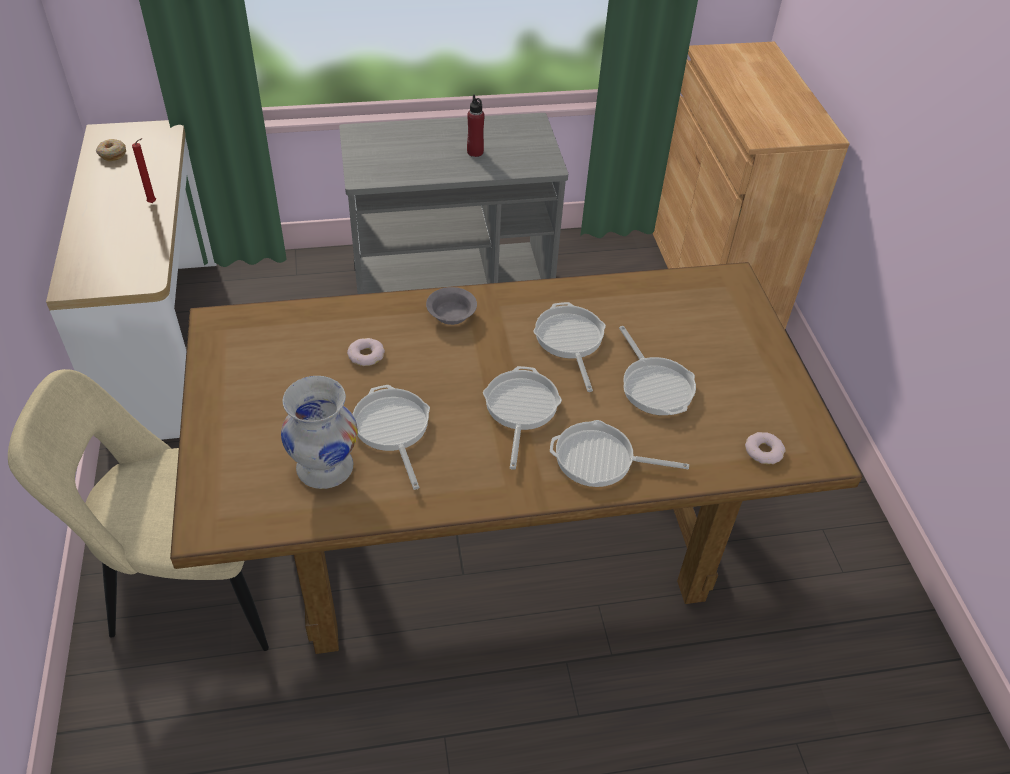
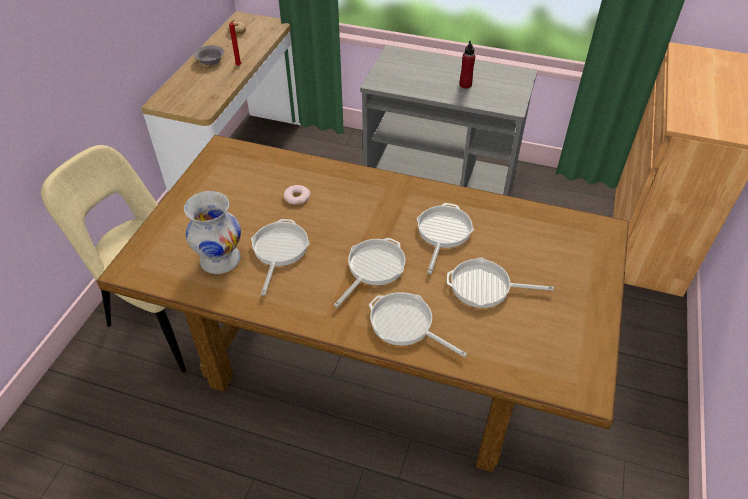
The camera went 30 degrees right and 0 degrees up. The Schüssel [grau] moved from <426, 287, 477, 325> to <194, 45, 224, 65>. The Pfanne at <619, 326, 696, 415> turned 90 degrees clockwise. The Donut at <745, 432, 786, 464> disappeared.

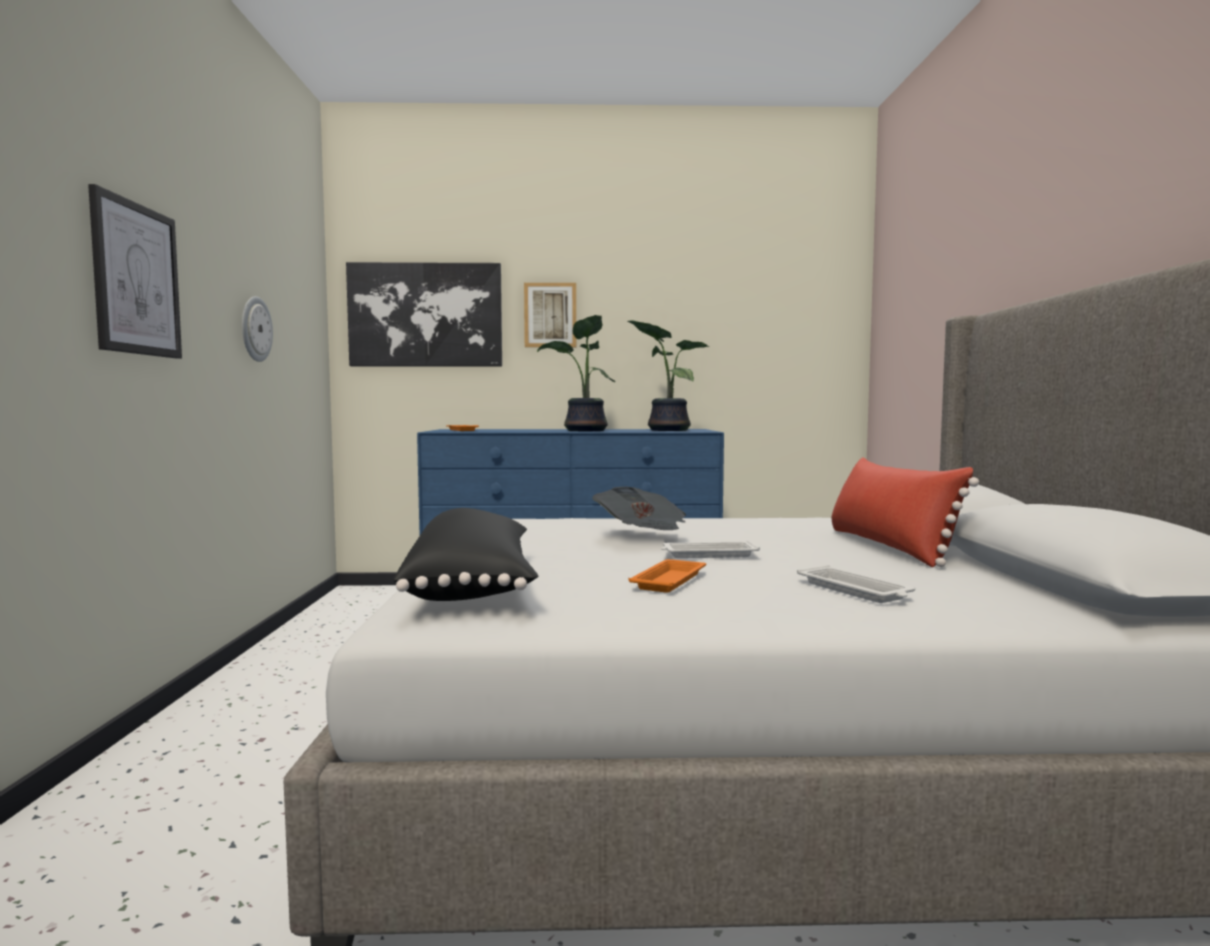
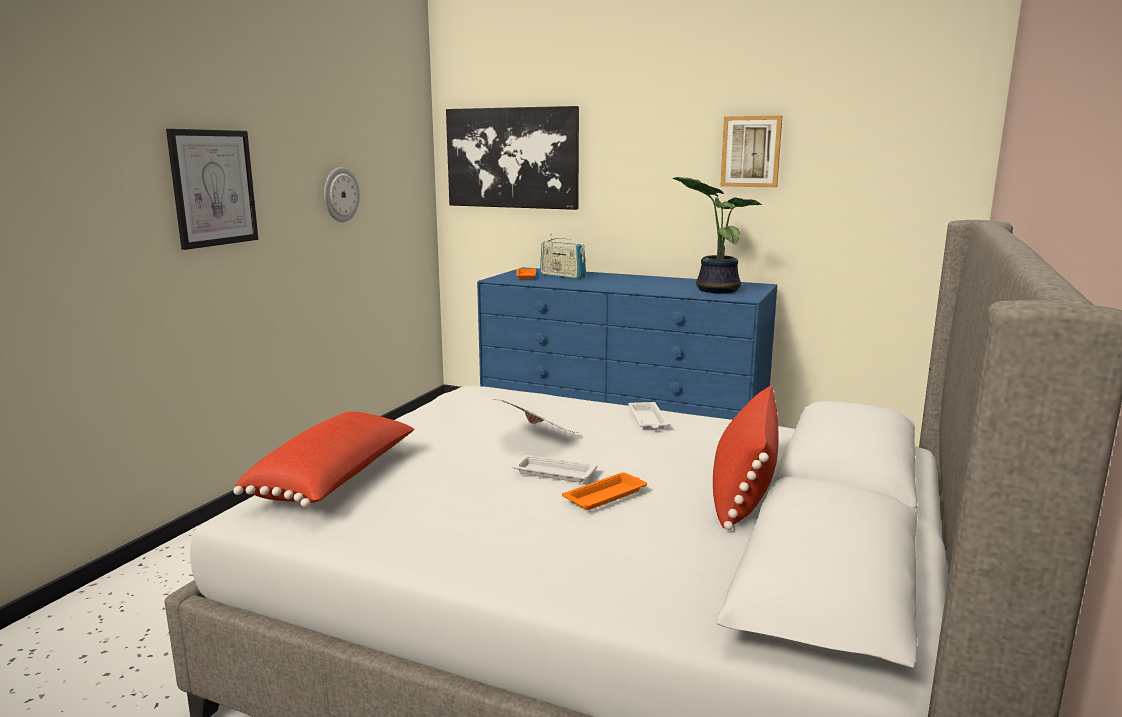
The camera went 25 degrees right and 10 degrees up. The Kissen [schwarz] at <393, 508, 538, 601> became the Kissen [rot] at <233, 411, 415, 508>. The Bild moved from <524, 283, 576, 347> to <720, 115, 782, 187>. The Topfpflanze at <537, 315, 615, 431> disappeared. The Tablett [orange] moved from <629, 559, 706, 593> to <562, 473, 647, 510>. The Tablett [weiß] moved from <797, 565, 915, 603> to <628, 402, 669, 430>. The Radio at <540, 238, 586, 279> appeared.

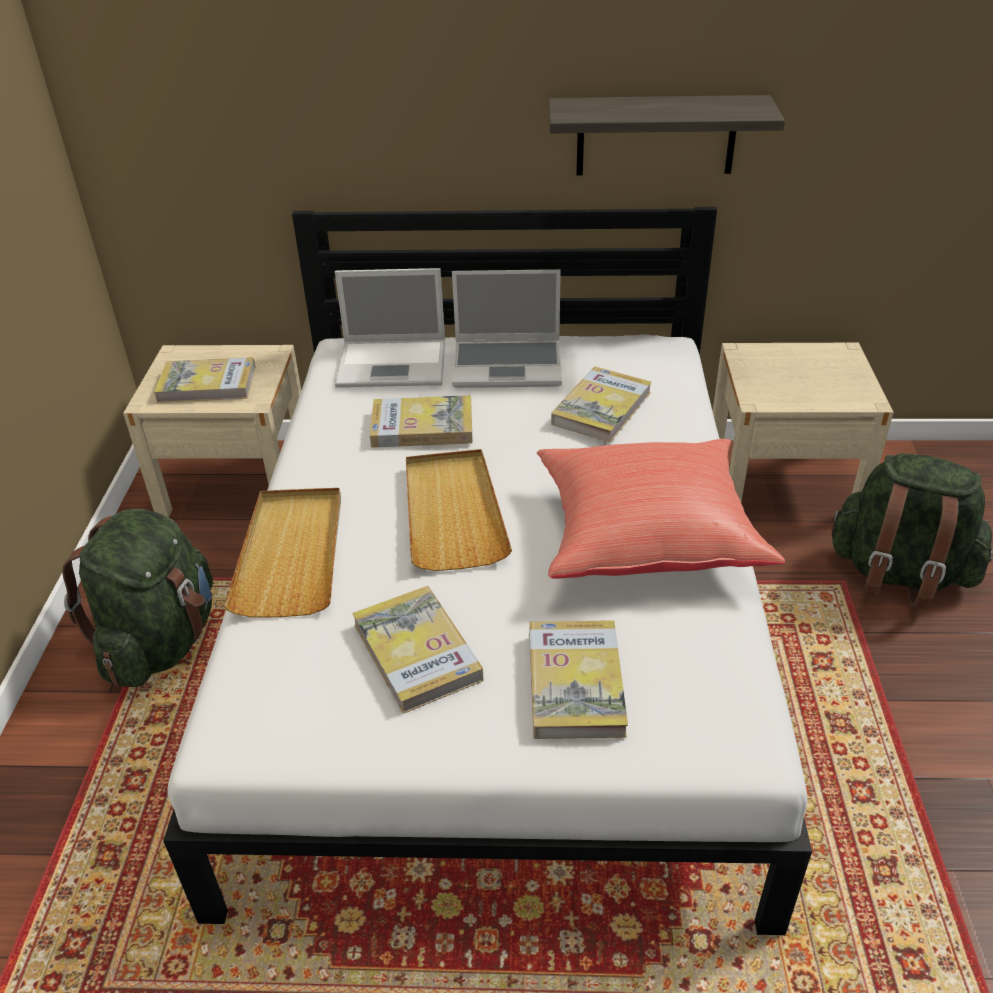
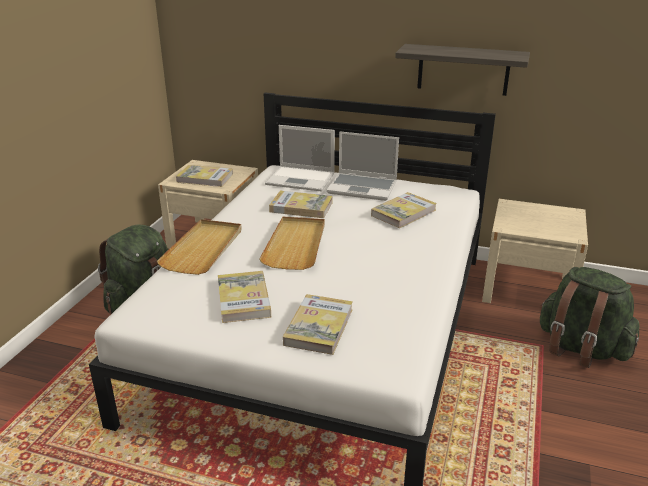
The camera went 15 degrees right and 10 degrees down. The Kissen [rot] at <537, 439, 785, 579> disappeared.

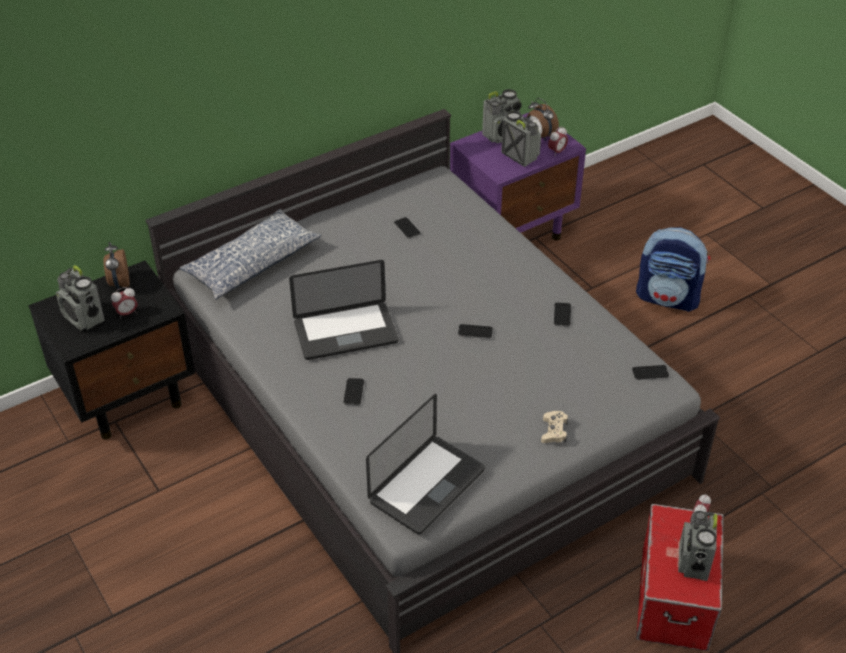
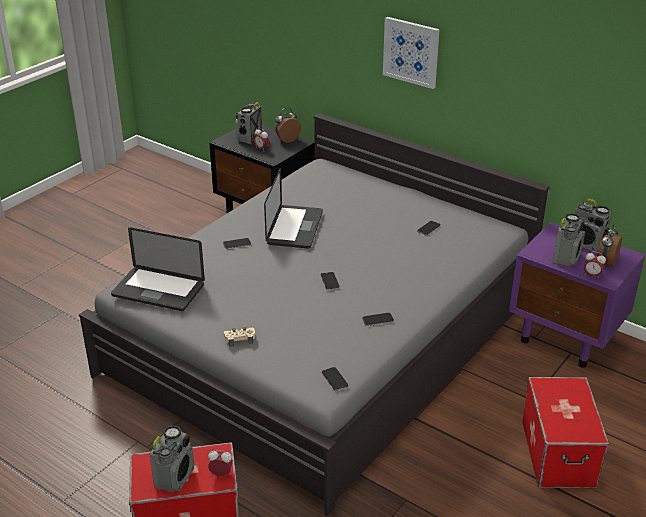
The camera went 70 degrees right and 10 degrees down. The Kissen at <180, 209, 322, 300> disappeared. The Laptop at <289, 260, 398, 360> turned 135 degrees counterclockwise. The Rucksack at <636, 227, 710, 312> was replaced by the Aufbewahrungsbox at <522, 377, 609, 488>. The Radio at <678, 511, 717, 581> turned 120 degrees clockwise. The Bild at <383, 17, 440, 89> appeared.

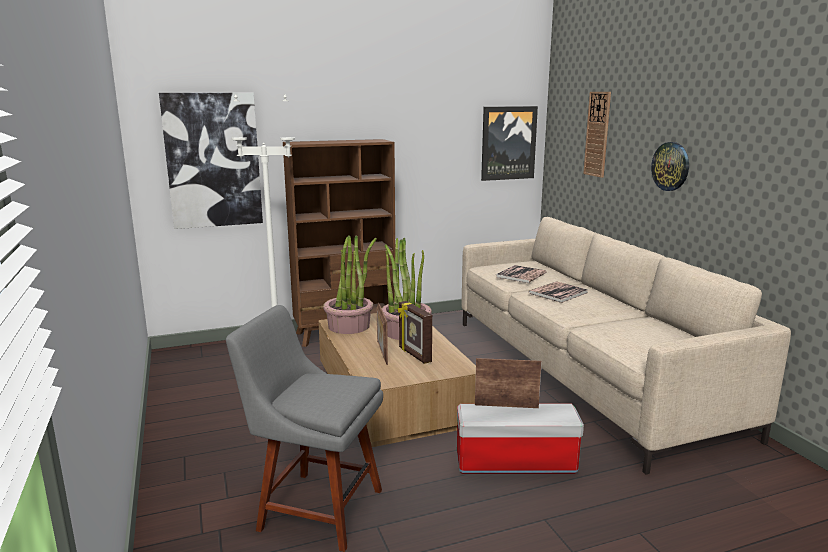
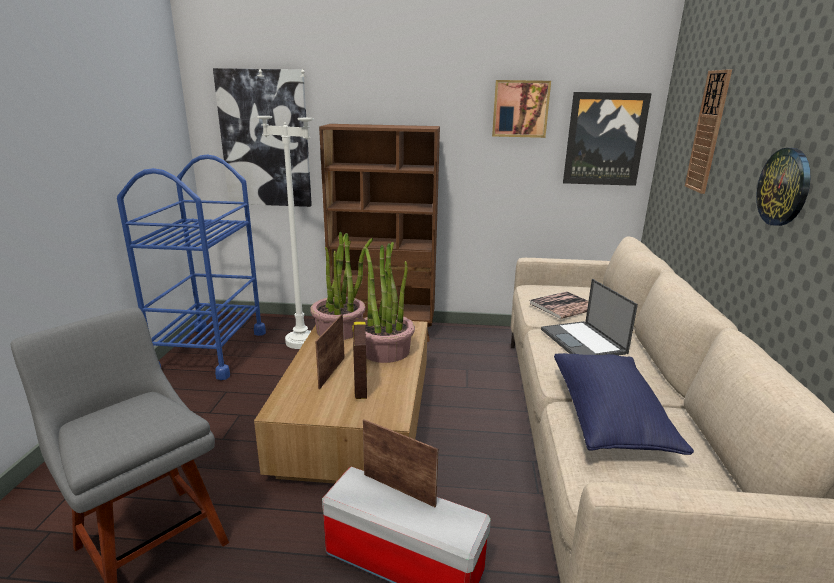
The camera went 25 degrees right and 5 degrees up. The Buch at <529, 281, 588, 303> was replaced by the Laptop at <541, 279, 638, 356>. The Rollwagen [blau] at <117, 155, 266, 380> appeared. The Bild at <492, 80, 551, 138> appeared. The Kissen [blau] at <554, 353, 694, 455> appeared.

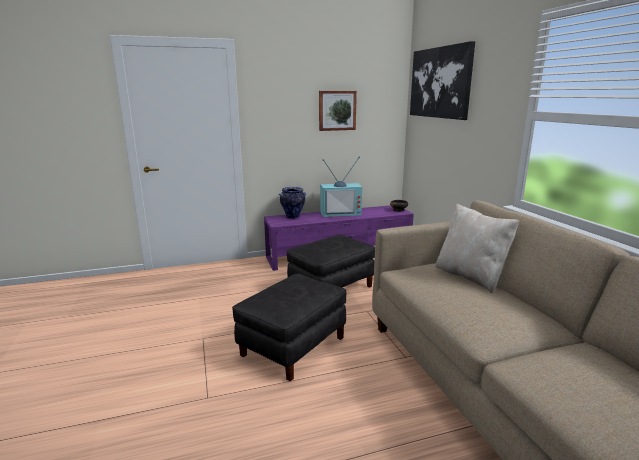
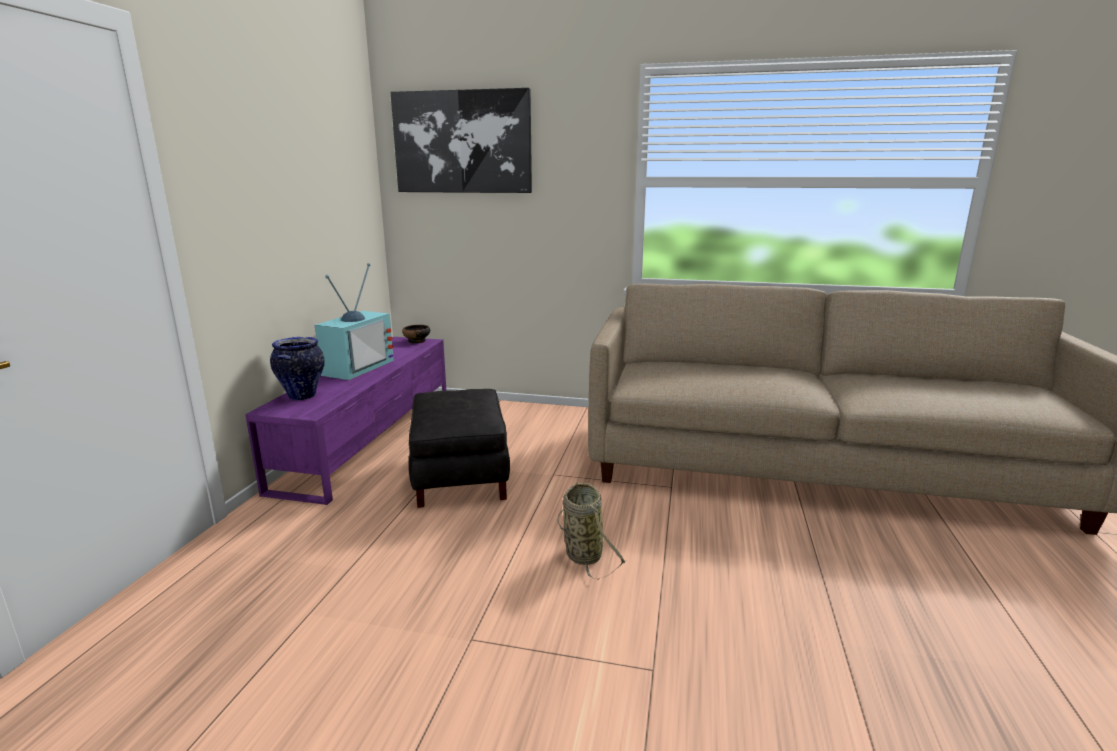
The camera went 60 degrees left and 0 degrees up. The Polsterhocker [schwarz] at <232, 273, 346, 381> was replaced by the Korb at <557, 483, 626, 580>. The Bild at <319, 91, 357, 131> disappeared. The Kissen [beige] at <435, 204, 519, 293> disappeared.

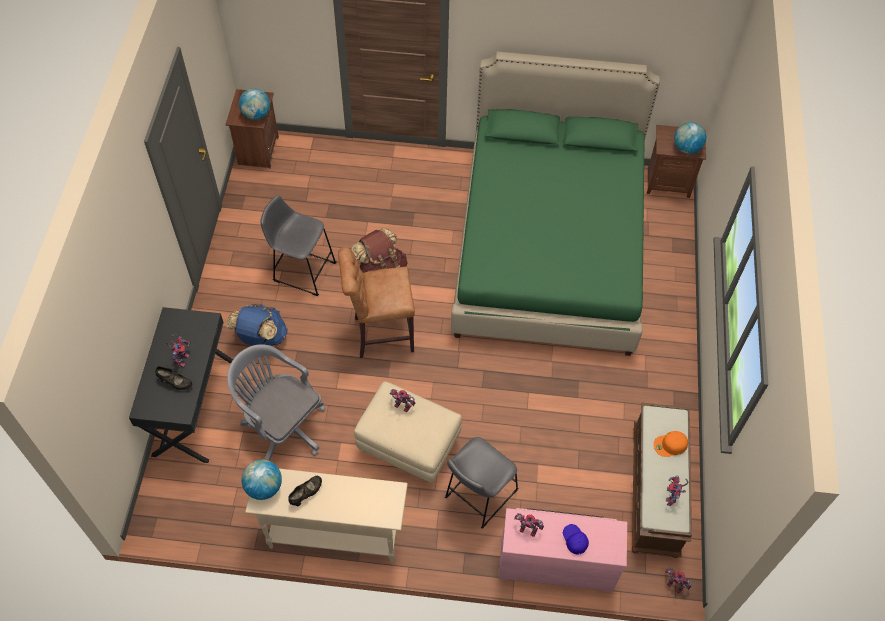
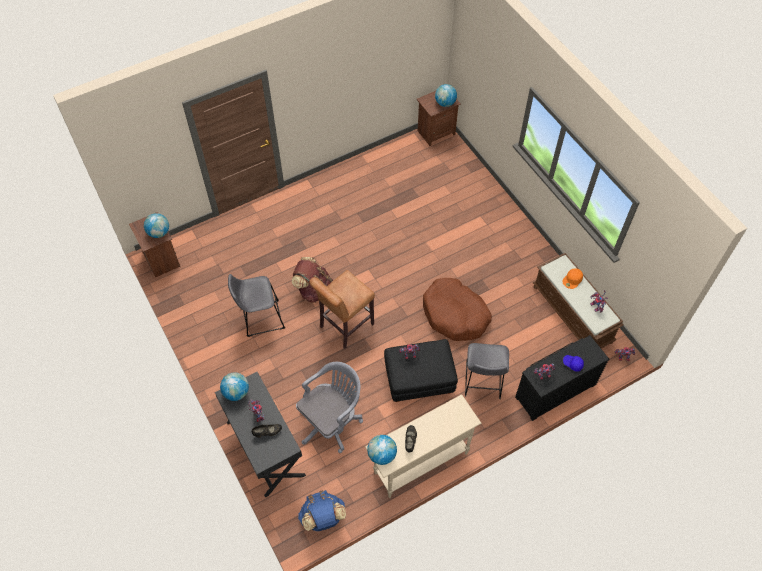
The camera went 35 degrees left and 0 degrees up. The Rucksack [blau] moved from <226, 304, 288, 346> to <298, 490, 346, 531>. The Bürostuhl [grau] at <227, 344, 325, 461> turned 135 degrees clockwise. The Polsterhocker [beige] at <354, 381, 462, 483> became the Polsterhocker [schwarz] at <384, 339, 458, 402>. The Bett [grün] at <451, 51, 660, 356> disappeared. The Kommode [rosa] at <498, 508, 627, 592> became the Kommode [schwarz] at <515, 335, 609, 421>. The Globus at <220, 373, 249, 401> appeared. The Hundebett [braun] at <423, 278, 492, 341> appeared.

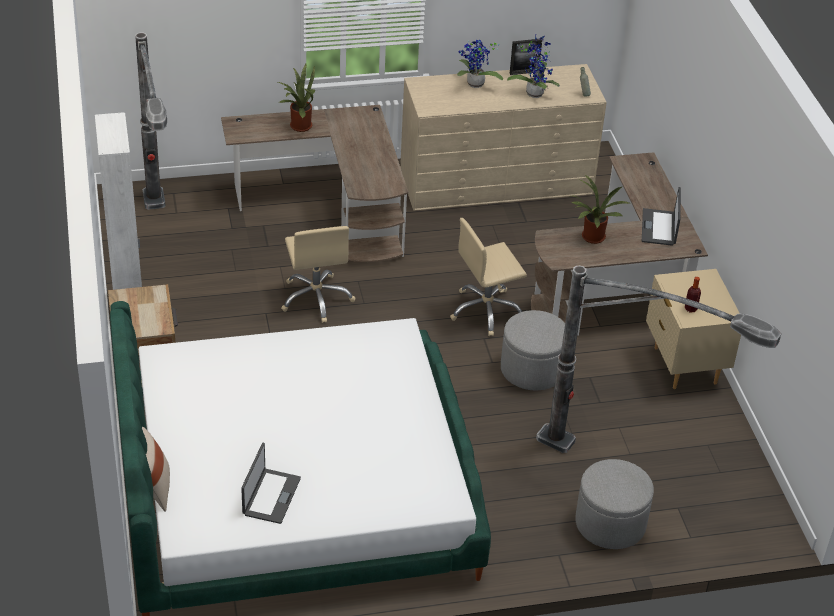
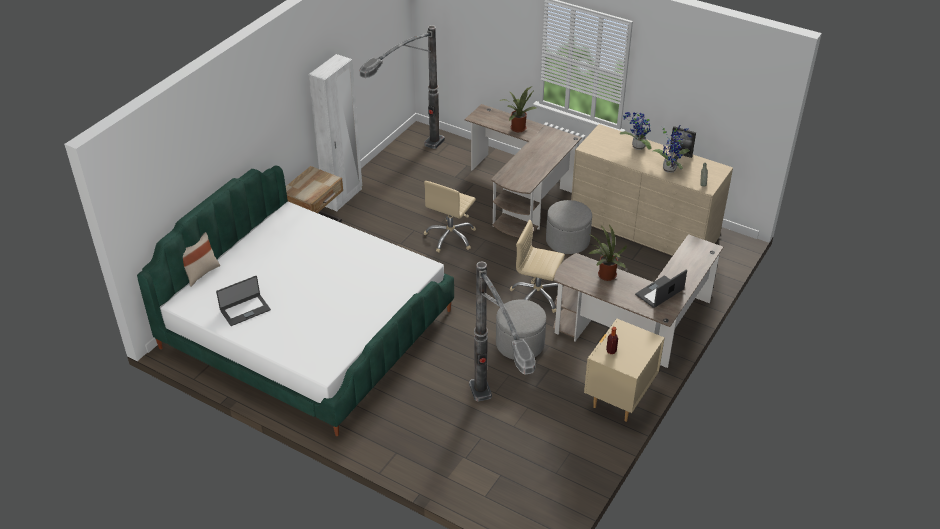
The camera went 45 degrees right and 0 degrees up. The Polsterhocker [grau] moved from <576, 459, 654, 549> to <546, 200, 592, 254>.

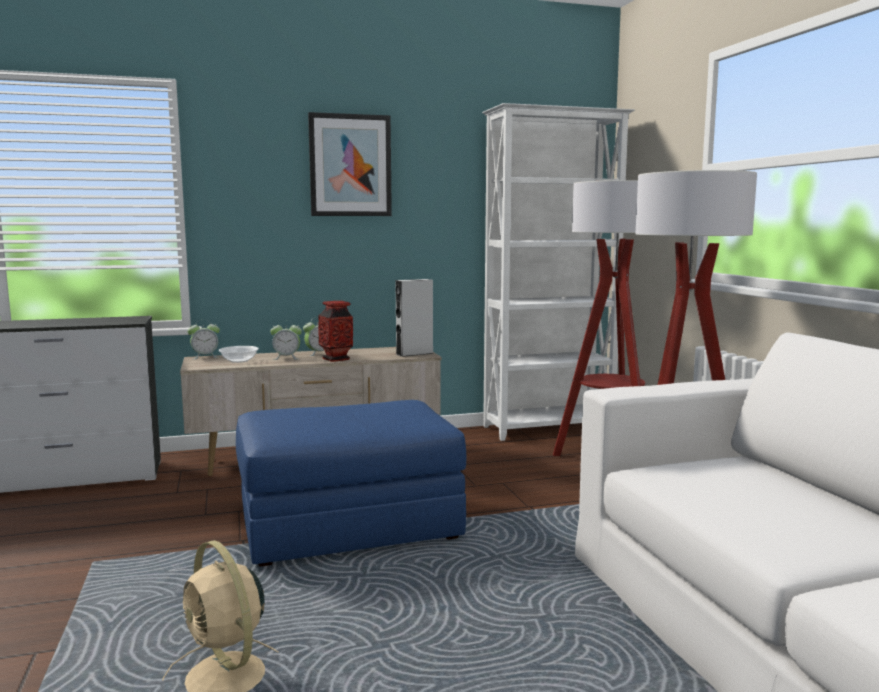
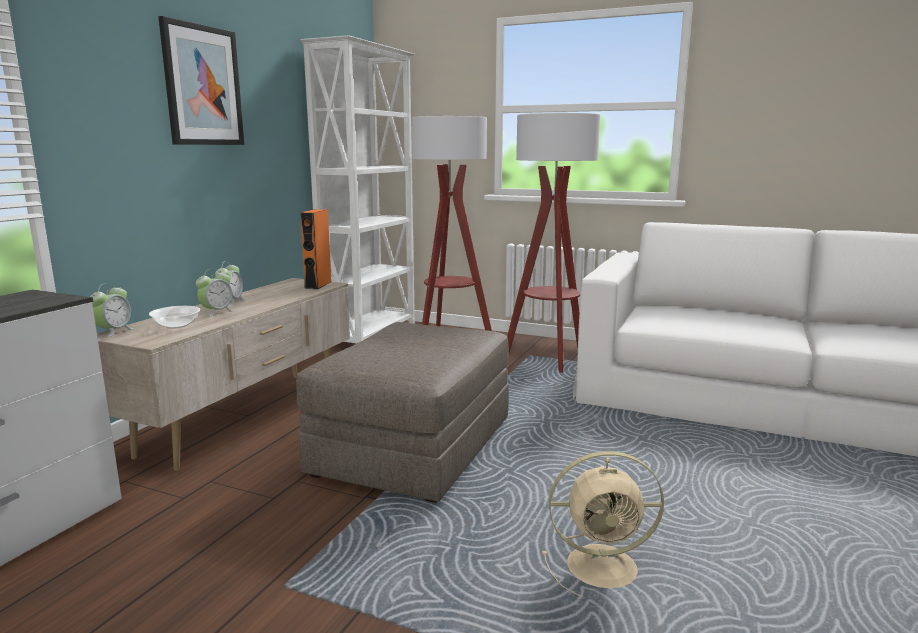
The camera went 50 degrees left and 5 degrees up. The Polsterhocker [blau] at <236, 400, 466, 566> became the Polsterhocker [grau] at <296, 322, 509, 503>. The Vase at <318, 301, 353, 362> disappeared. The Lautsprecher [grau] at <396, 279, 434, 357> became the Lautsprecher [orange] at <300, 209, 332, 289>.

